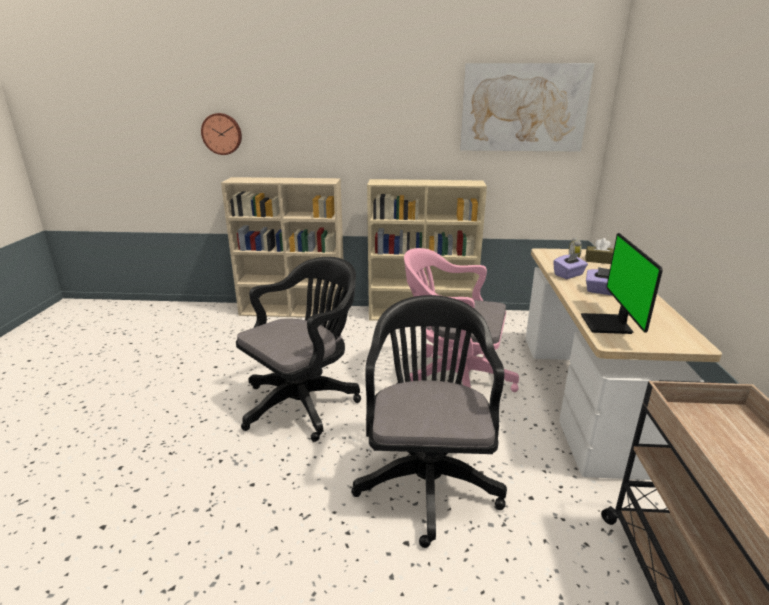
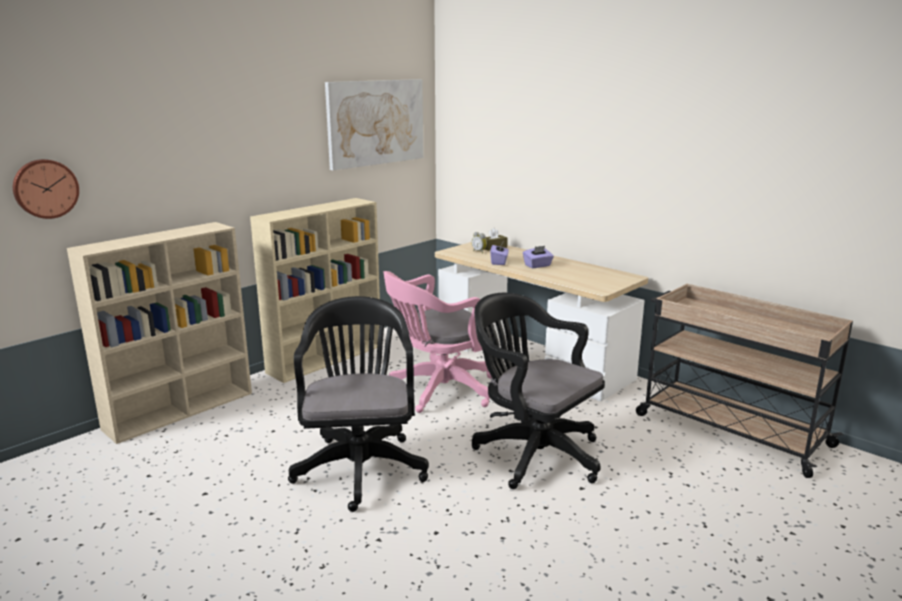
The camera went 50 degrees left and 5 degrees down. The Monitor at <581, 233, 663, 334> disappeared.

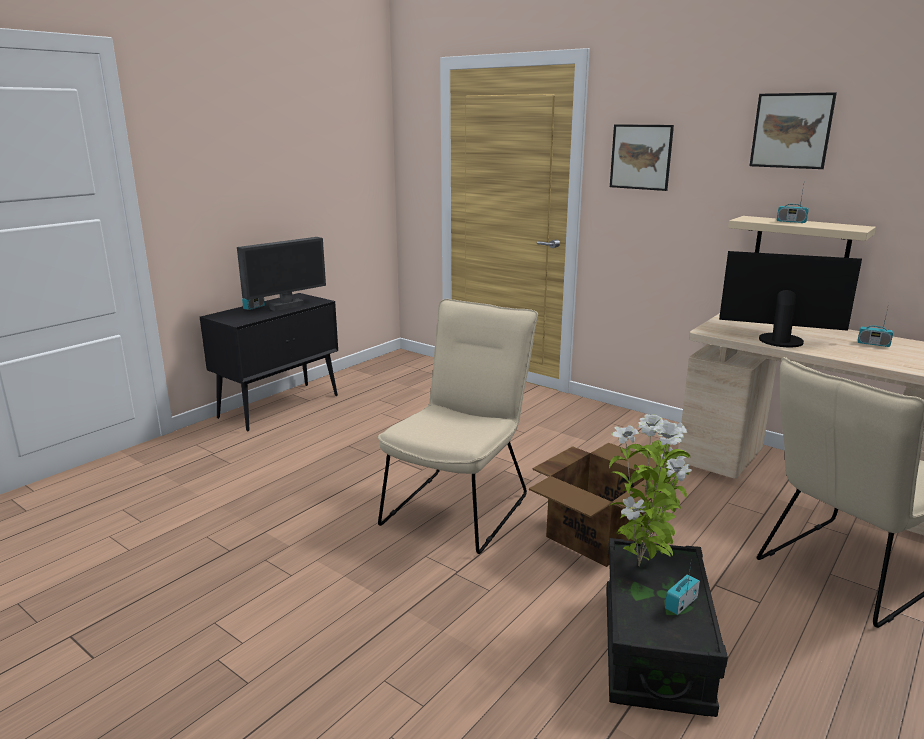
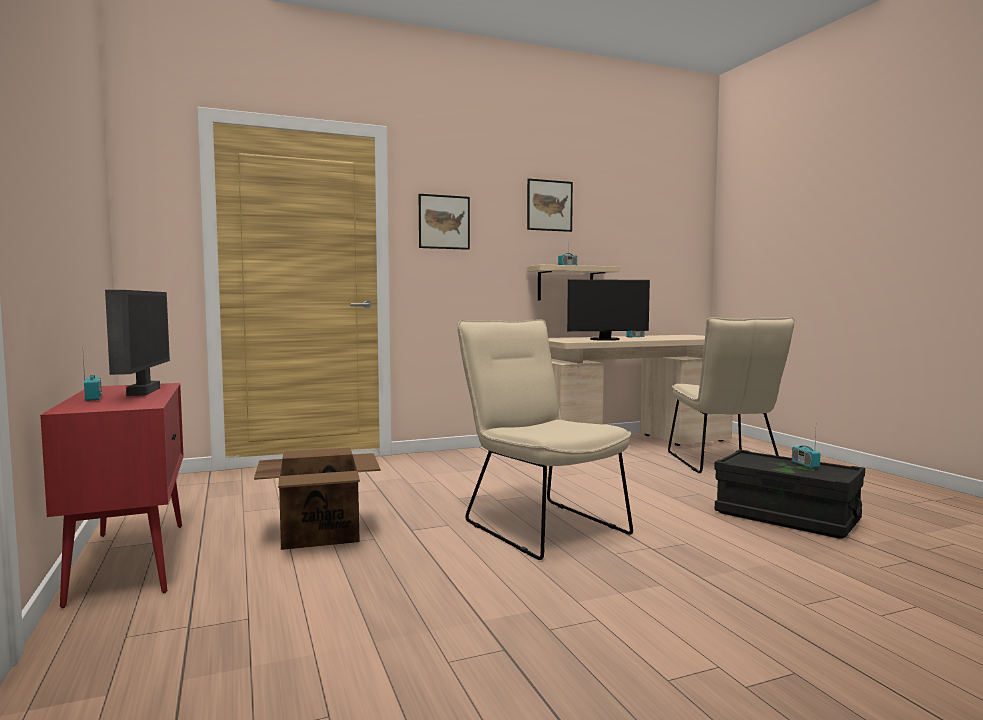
The camera went 60 degrees left and 15 degrees down. The Schrank [schwarz] at <200, 293, 338, 431> became the Schrank [rot] at <40, 383, 184, 608>. The Karton moved from <529, 443, 669, 567> to <254, 447, 380, 550>. The Topfpflanze at <609, 414, 692, 566> disappeared. The Monitor at <719, 251, 862, 347> turned 150 degrees counterclockwise.

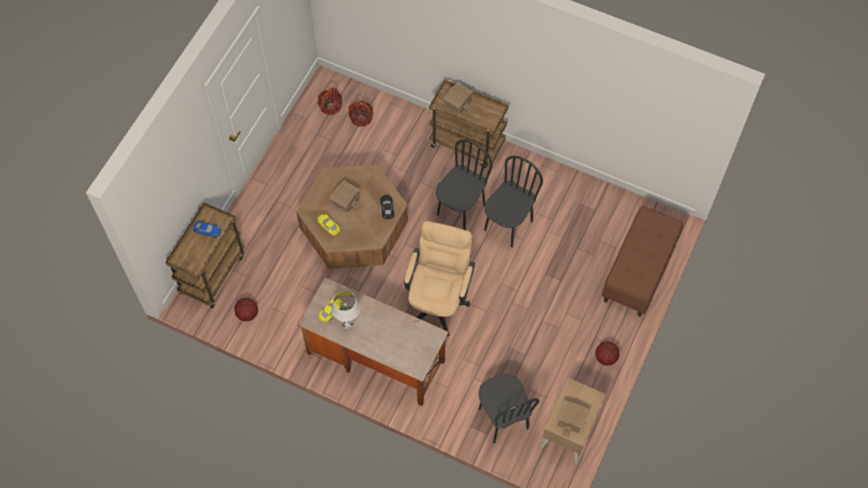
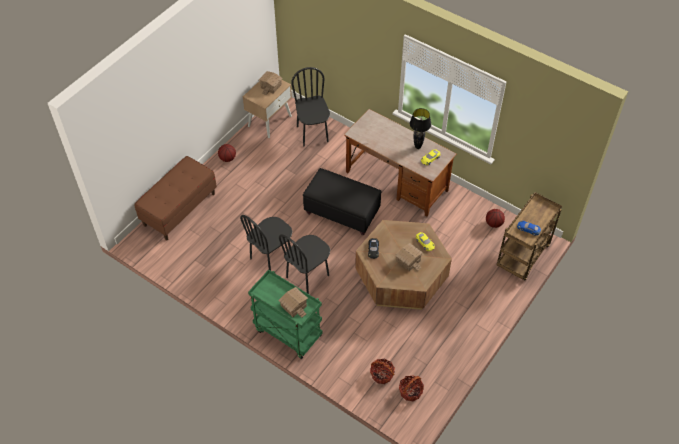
The camera went 170 degrees left and 10 degrees down. The Tischlampe [weiß] at <331, 291, 360, 330> became the Tischlampe [schwarz] at <410, 108, 431, 149>. The Bürostuhl [beige] at <404, 221, 475, 336> was replaced by the Polsterhocker [schwarz] at <303, 168, 382, 235>. The Rollwagen [braun] at <429, 79, 509, 168> became the Rollwagen [grün] at <248, 270, 322, 359>.

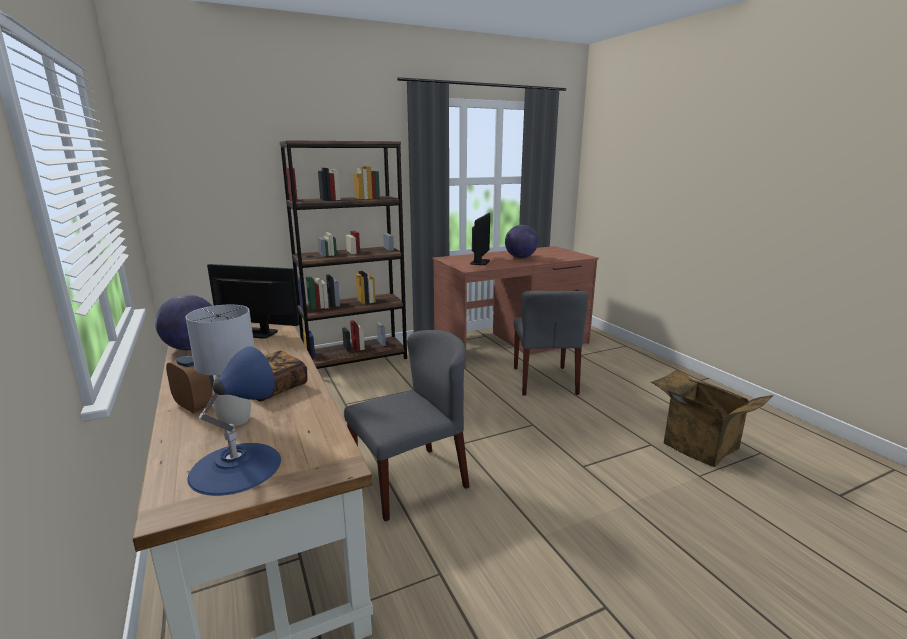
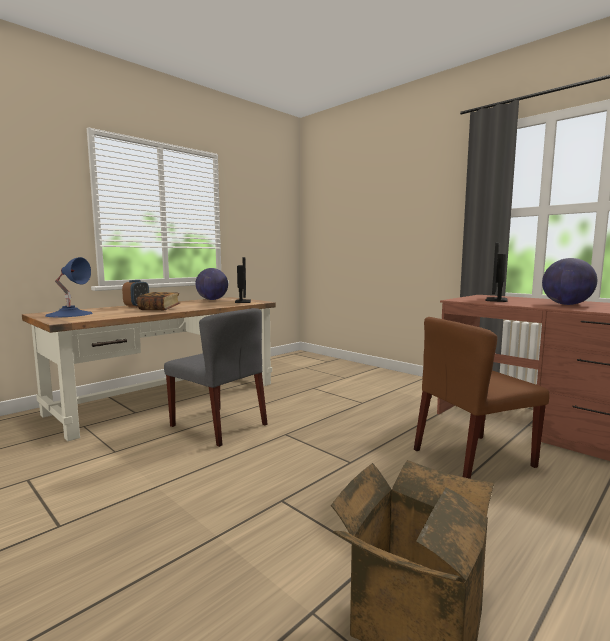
The camera went 70 degrees right and 10 degrees down. The Tischlampe [grau] at <186, 305, 255, 427> disappeared. The Bücherregal [braun] at <279, 140, 407, 369> disappeared. The Monitor at <470, 213, 490, 265> turned 120 degrees clockwise. The Stuhl [grau] at <514, 291, 588, 395> became the Stuhl [braun] at <414, 317, 550, 479>.

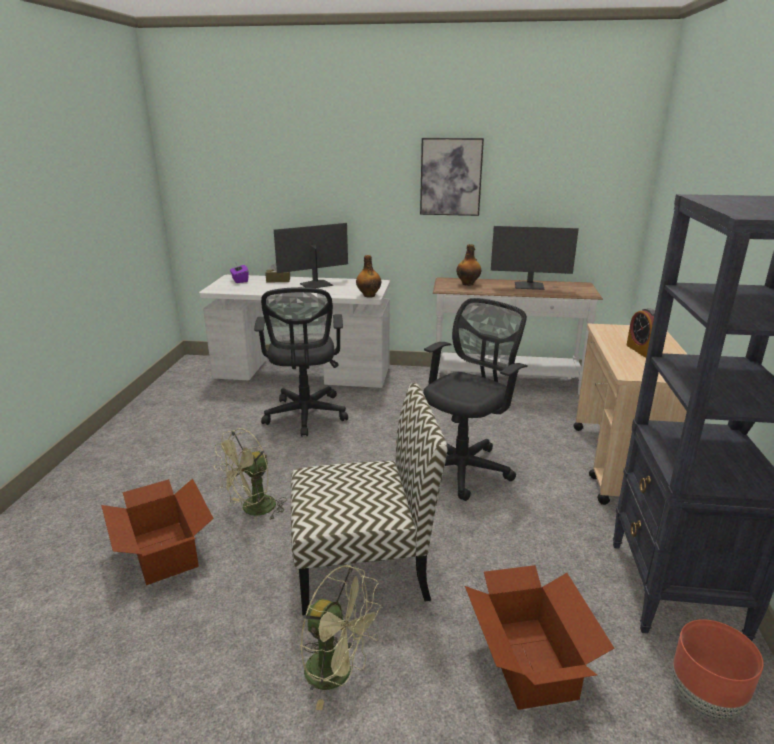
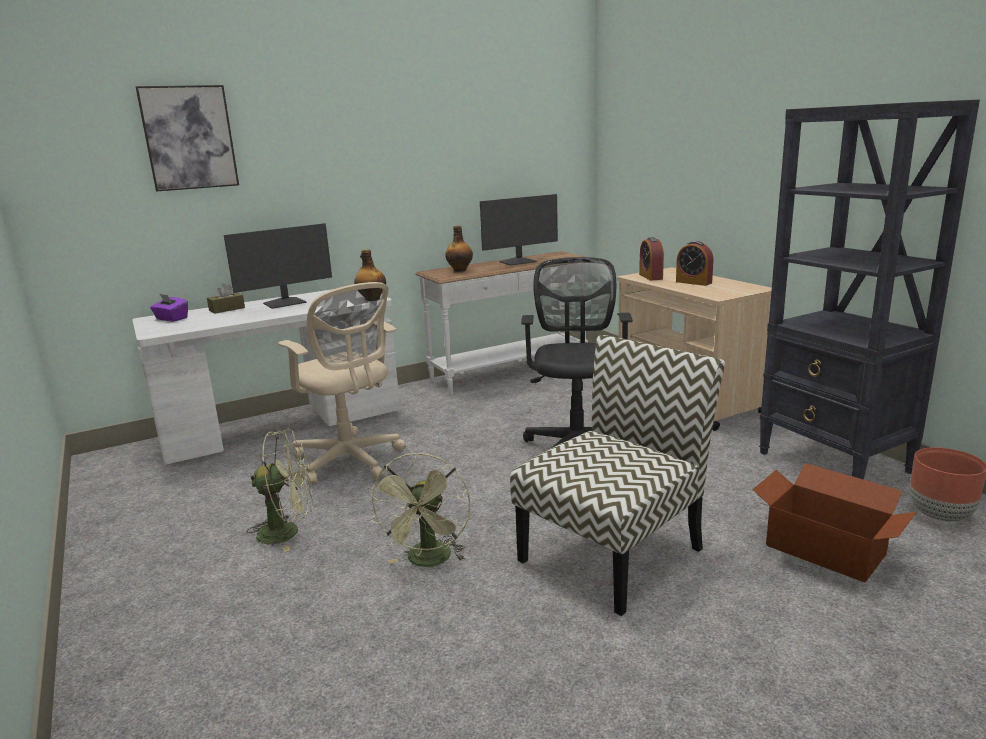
The camera went 35 degrees left and 5 degrees down. The Karton at <101, 479, 214, 585> disappeared. The Bürostuhl [schwarz] at <254, 287, 348, 437> became the Bürostuhl [beige] at <278, 282, 406, 485>. The Monitor at <274, 223, 348, 288> turned 150 degrees counterclockwise. The Ventilator [grün] moved from <300, 565, 383, 710> to <247, 429, 314, 552>. The Bild moved from <420, 138, 484, 216> to <135, 85, 239, 191>. The Wecker at <639, 237, 664, 281> appeared.

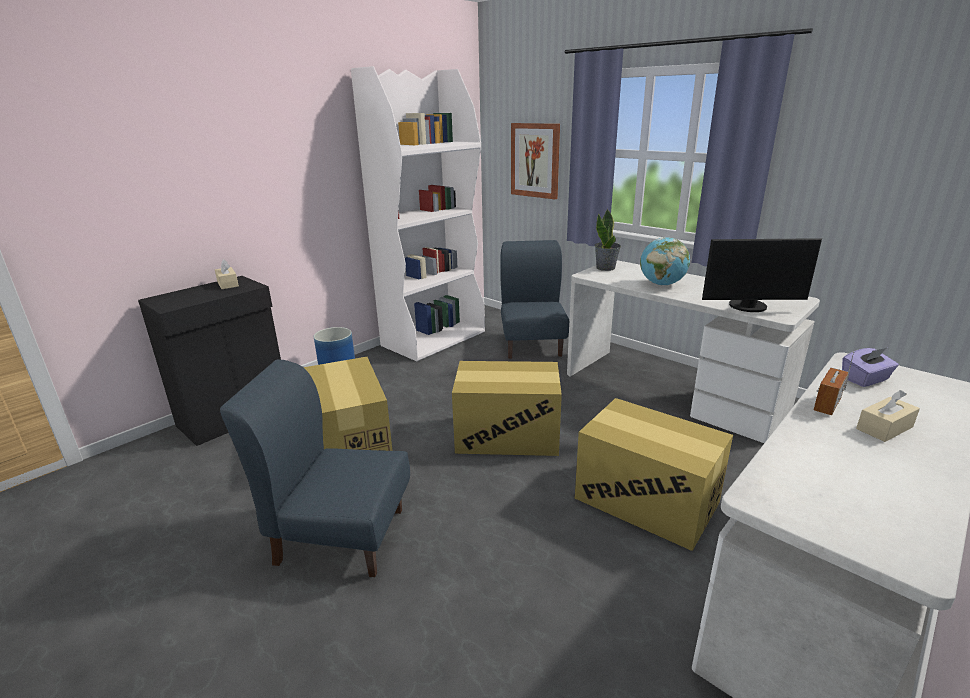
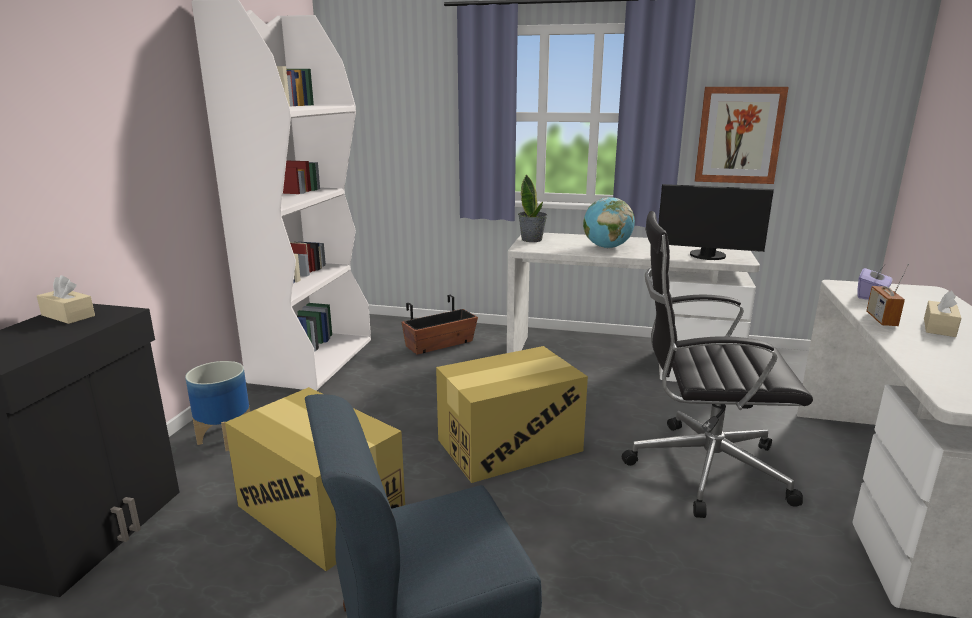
The camera went 30 degrees left and 5 degrees down. The Stuhl [blau] at <500, 240, 569, 359> was replaced by the Pflanzkübel at <401, 295, 478, 354>. The Bild moved from <511, 123, 560, 199> to <694, 87, 789, 184>. The Karton at <575, 398, 733, 551> was replaced by the Bürostuhl [schwarz] at <622, 211, 813, 518>. The Monitor at <702, 238, 822, 312> turned 45 degrees clockwise.

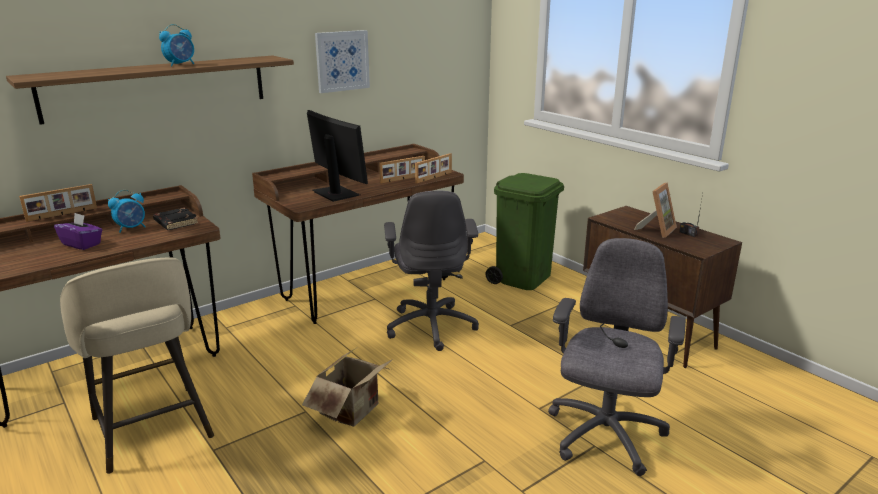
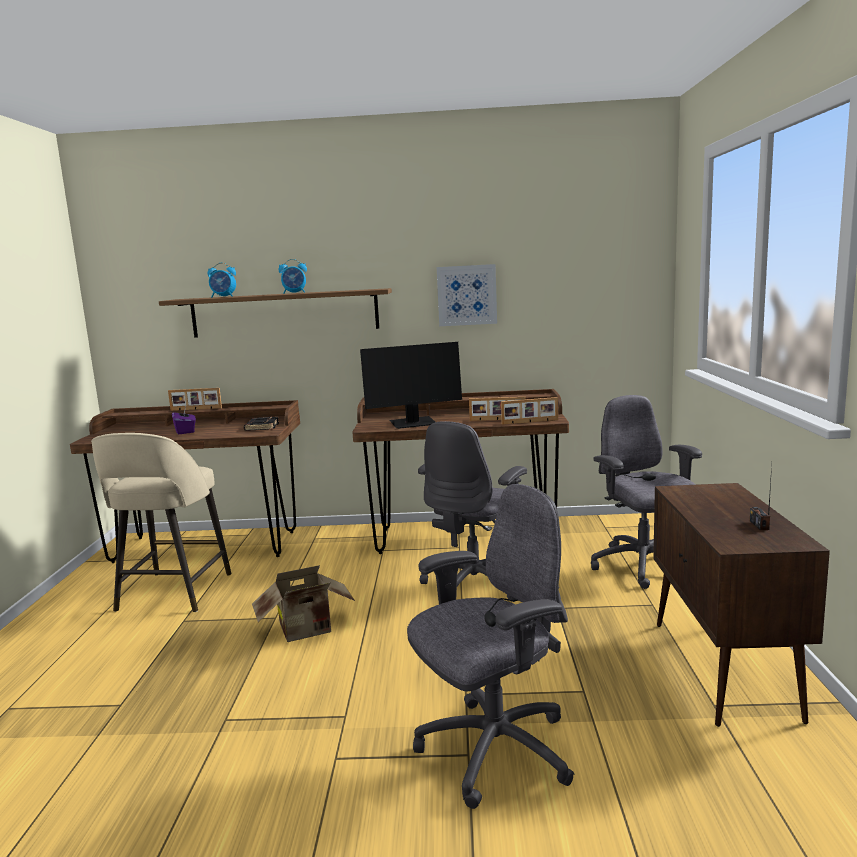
The camera went 40 degrees right and 10 degrees down. The Wecker moved from <108, 190, 146, 233> to <207, 263, 236, 298>. The Monitor at <307, 110, 368, 202> turned 75 degrees clockwise. The Mülleimer [grün] at <485, 173, 564, 290> was replaced by the Bürostuhl [grau] at <591, 395, 702, 589>. The Bilderrahmen at <634, 183, 677, 238> disappeared.

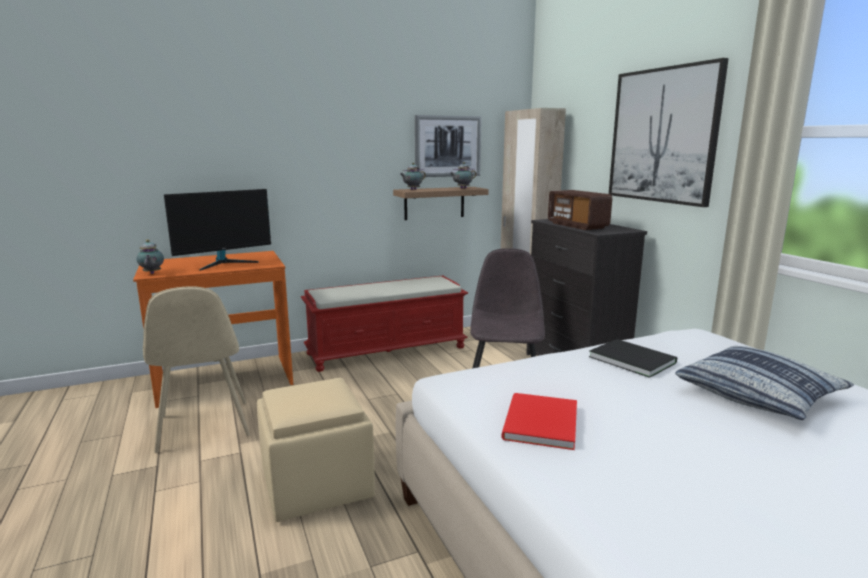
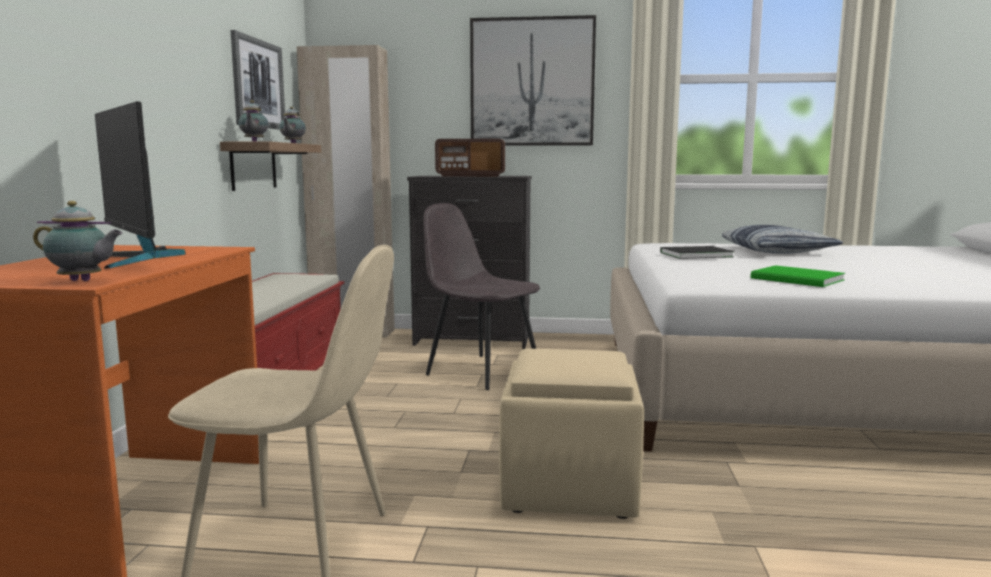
The camera went 60 degrees left and 5 degrees down. The Monitor at <164, 189, 271, 271> turned 150 degrees clockwise. The Buch [rot] at <502, 393, 577, 450> became the Buch [grün] at <751, 265, 845, 287>.

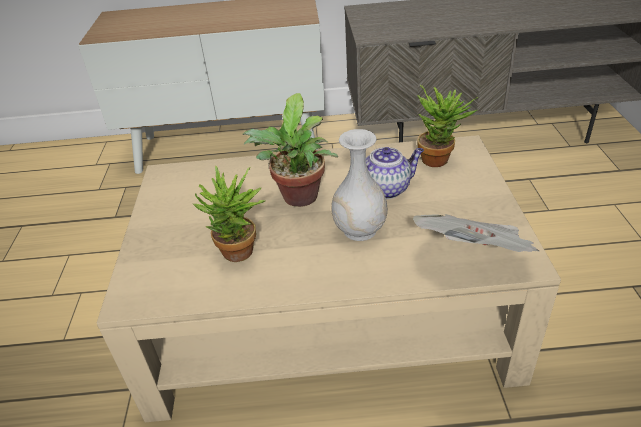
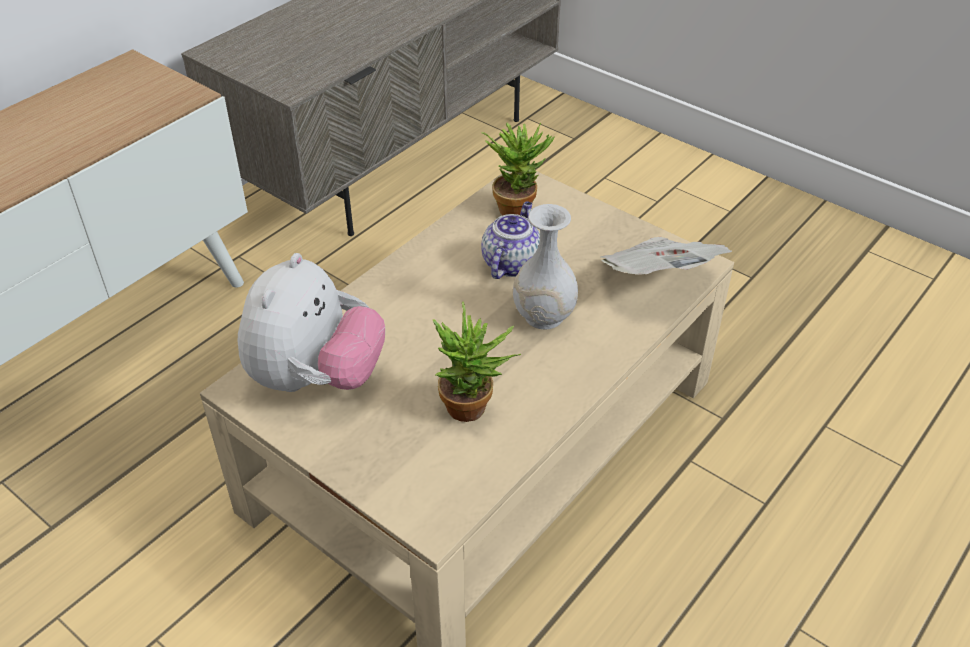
The camera went 50 degrees left and 5 degrees up. The Topfpflanze at <243, 93, 338, 207> disappeared. The Plüschtier at <237, 253, 385, 392> appeared.

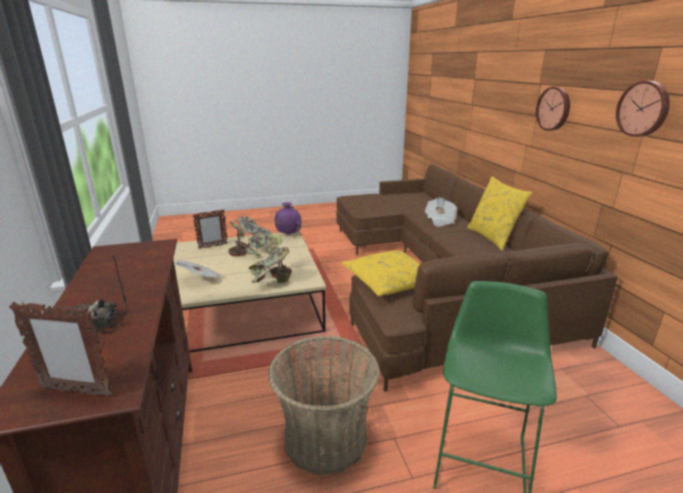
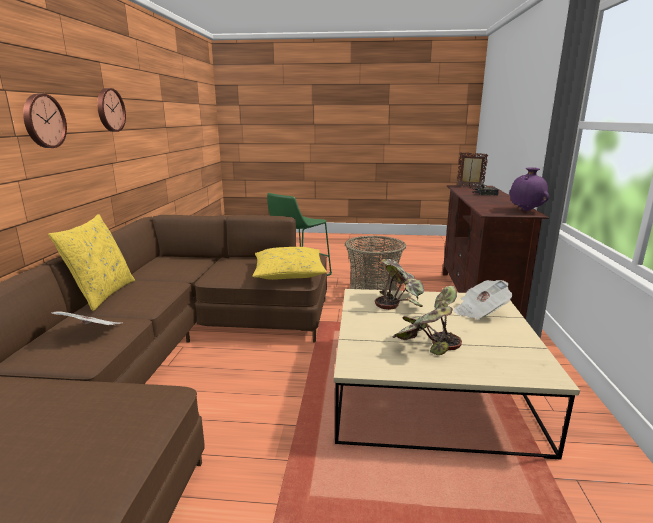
The camera went 160 degrees left and 5 degrees down. The Bilderrahmen at <193, 209, 228, 249> disappeared. The Vase [lila] moved from <275, 202, 301, 235> to <509, 167, 549, 211>.

